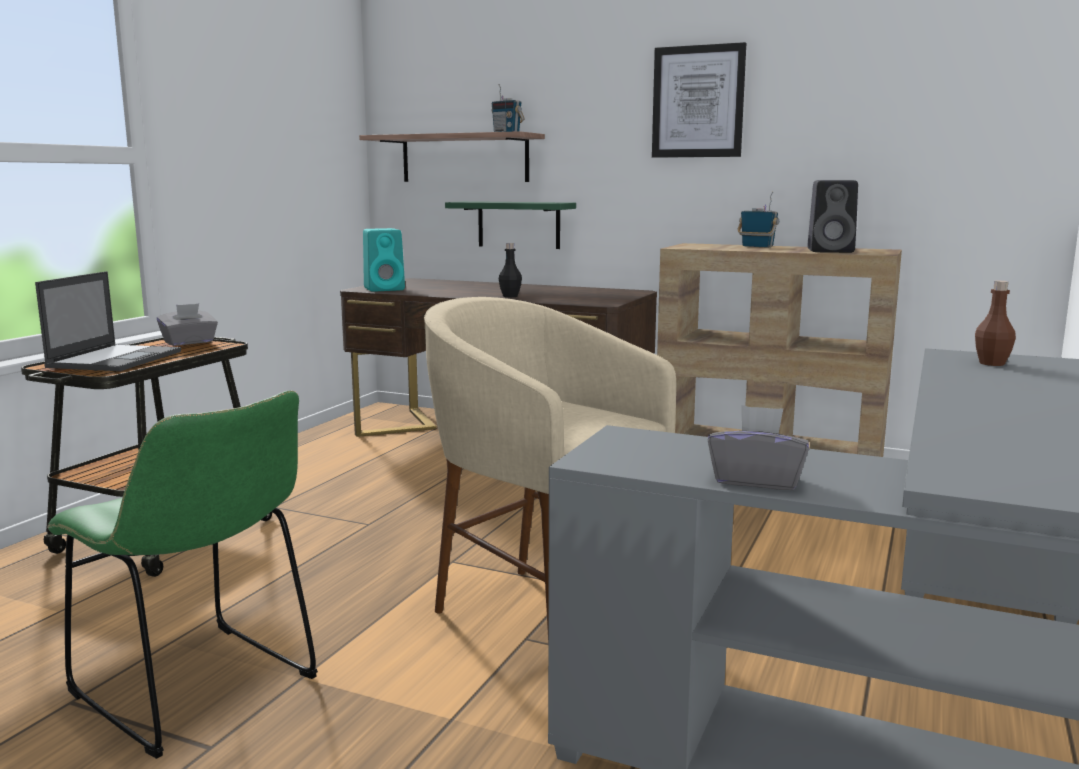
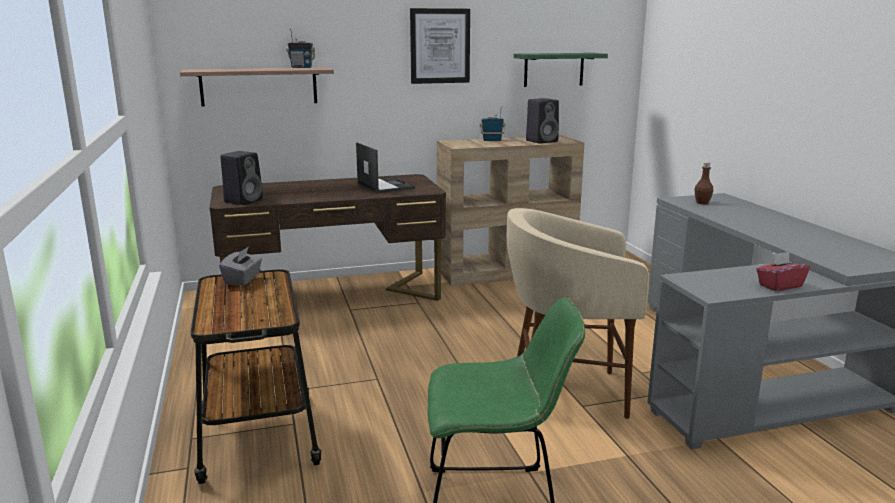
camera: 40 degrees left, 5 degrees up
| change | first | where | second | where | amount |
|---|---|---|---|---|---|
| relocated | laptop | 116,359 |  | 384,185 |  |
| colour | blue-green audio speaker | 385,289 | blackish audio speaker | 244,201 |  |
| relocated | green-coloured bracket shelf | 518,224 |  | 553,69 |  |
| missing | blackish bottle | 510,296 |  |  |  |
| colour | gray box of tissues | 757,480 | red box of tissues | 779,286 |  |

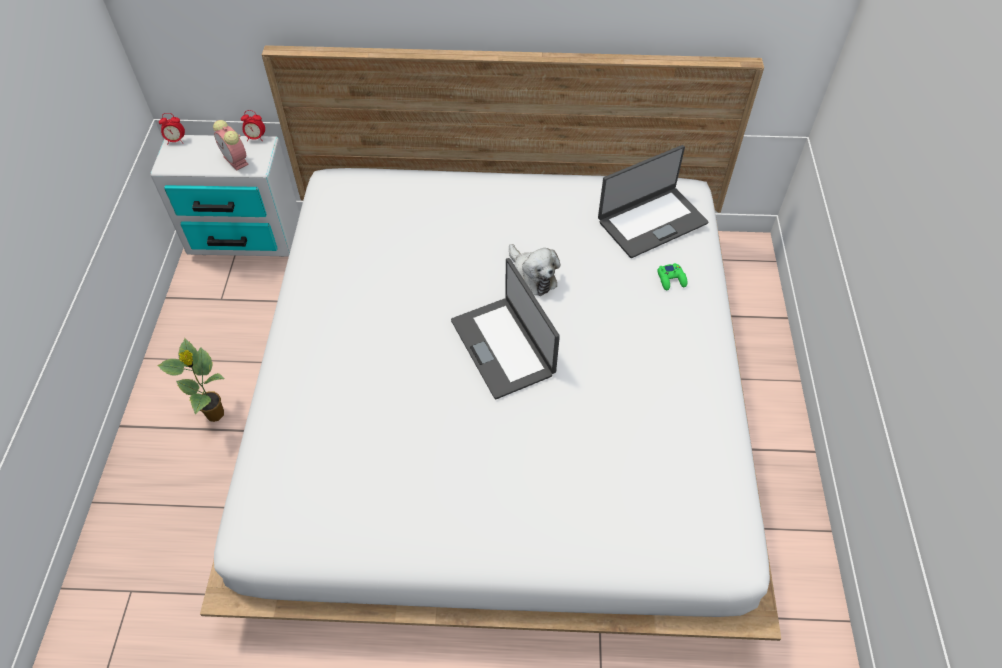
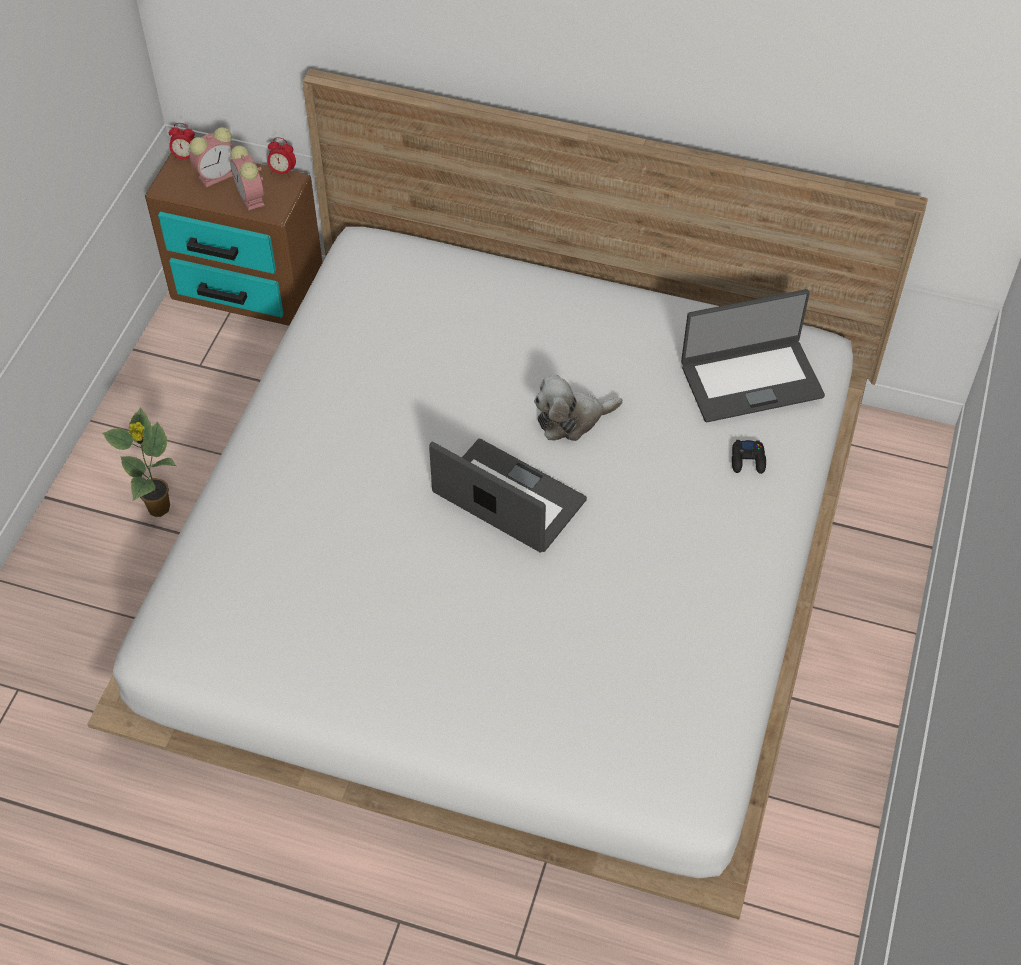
camera: 15 degrees right, 0 degrees up
| change | first | where | second | where | amount |
|---|---|---|---|---|---|
| colour | white bedside table | 246,243 | brown bedside table | 248,298 |  |
| spun | laptop | 503,347 |  | 508,499 | 135 degrees clockwise |
| spun | plush toy | 532,276 |  | 572,419 | 90 degrees clockwise |
| colour | green-coloured gamepad | 671,279 | blackish gamepad | 748,460 |  |
| appeared |  |  | bedside clock | 218,175 |  |

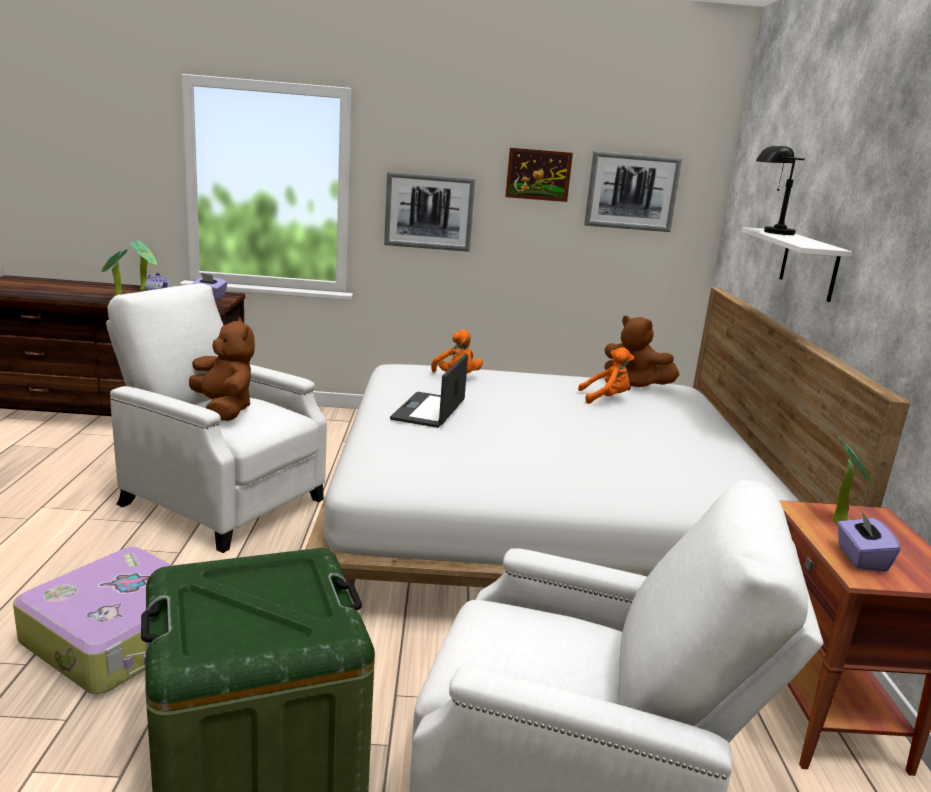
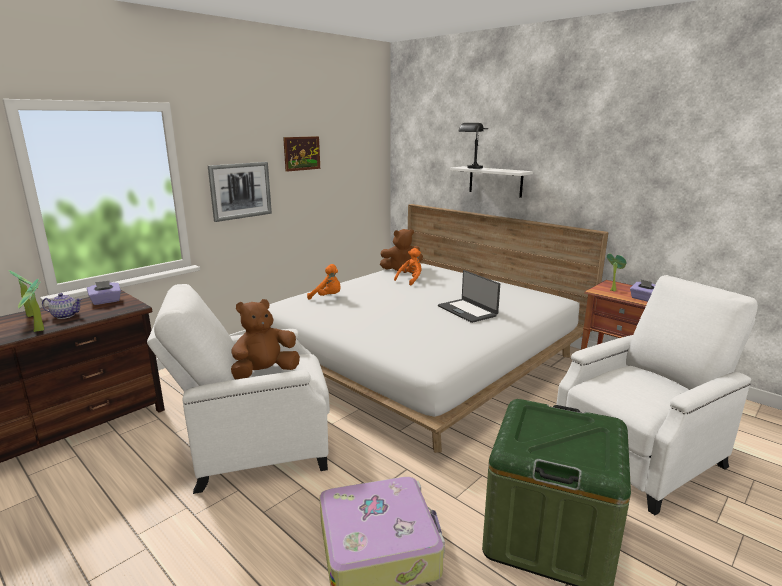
camera: 45 degrees left, 0 degrees up
| change | first | where | second | where | amount |
|---|---|---|---|---|---|
| spun | brown plush toy | 223,410 |  | 264,373 | 45 degrees counterclockwise |
| relocated | laptop | 430,411 |  | 467,311 |  |
| missing | wall picture | 632,191 |  |  |  |

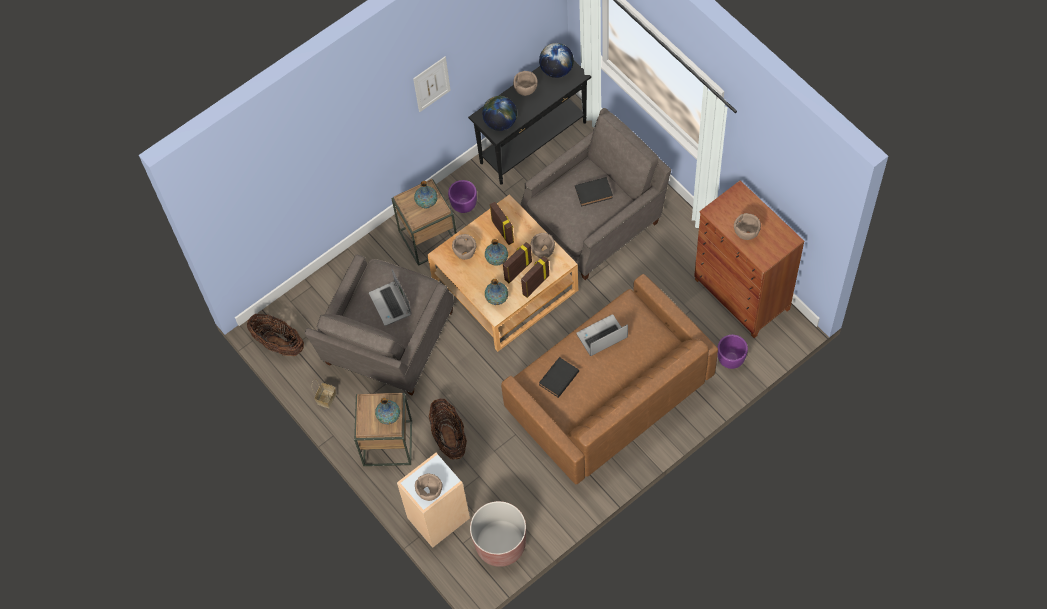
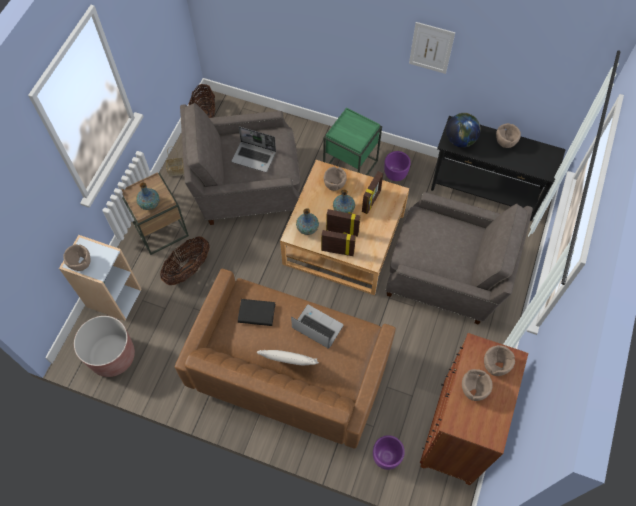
camera: 55 degrees right, 0 degrees up
| change | first | where | second | where | amount |
|---|---|---|---|---|---|
| spun | laptop | 391,304 |  | 254,157 | 105 degrees counterclockwise |
| colour | brown side table | 428,238 | green-coloured side table | 350,166 |  |
| missing | decorative vase | 426,202 |  |  |  |
| relocated | brown bowl | 543,251 |  | 496,365 |  |
| missing | world globe | 556,70 |  |  |  |
| missing | blackish volume | 594,192 |  |  |  |
| appeared |  |  | white throw pillow | 289,363 |  |

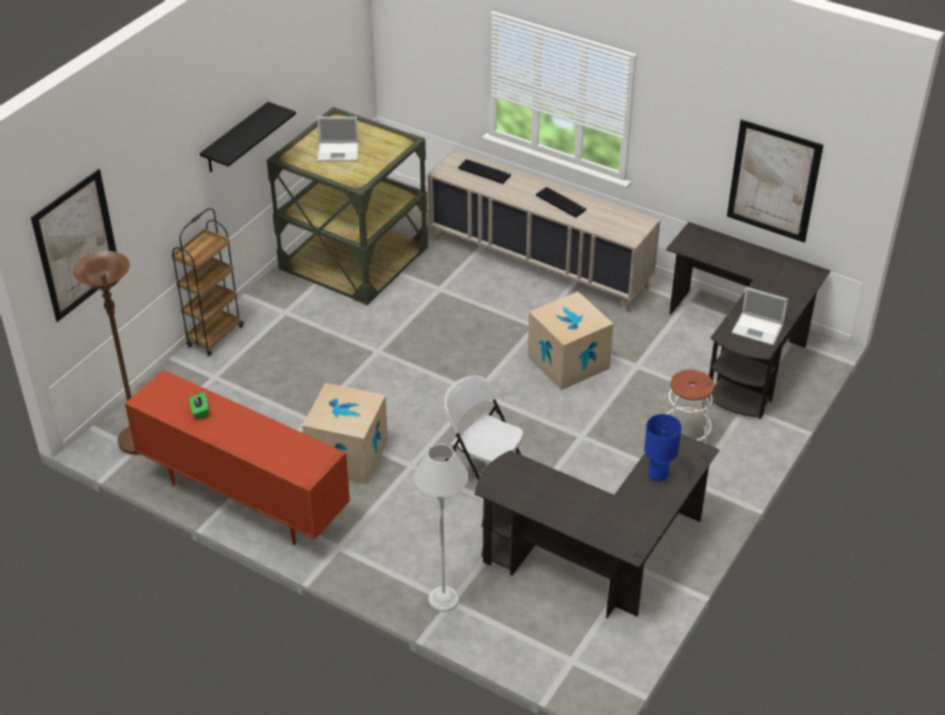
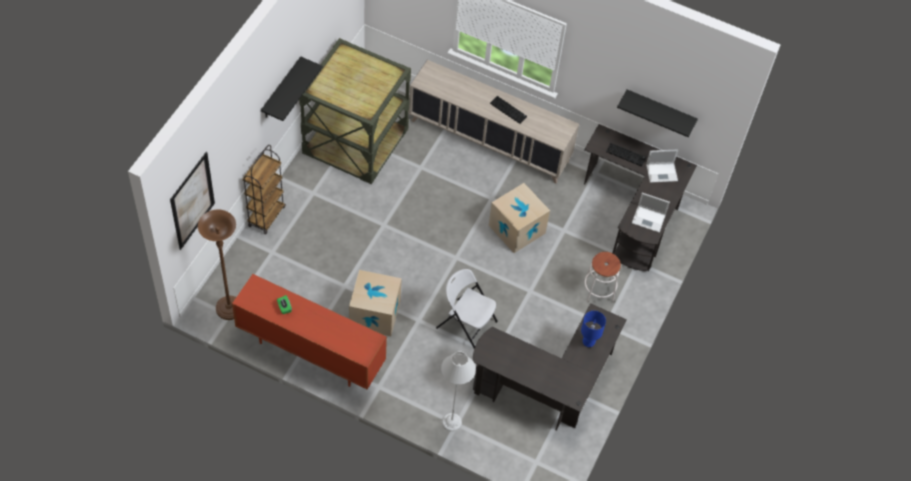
camera: 10 degrees left, 15 degrees up
| change | first | where | second | where | amount |
|---|---|---|---|---|---|
| relocated | laptop | 339,152 |  | 662,172 |  |
| relocated | keyboard | 485,172 |  | 626,154 |  |
| exchanged | wall picture | 773,181 | blackish bracket shelf | 660,110 |  |

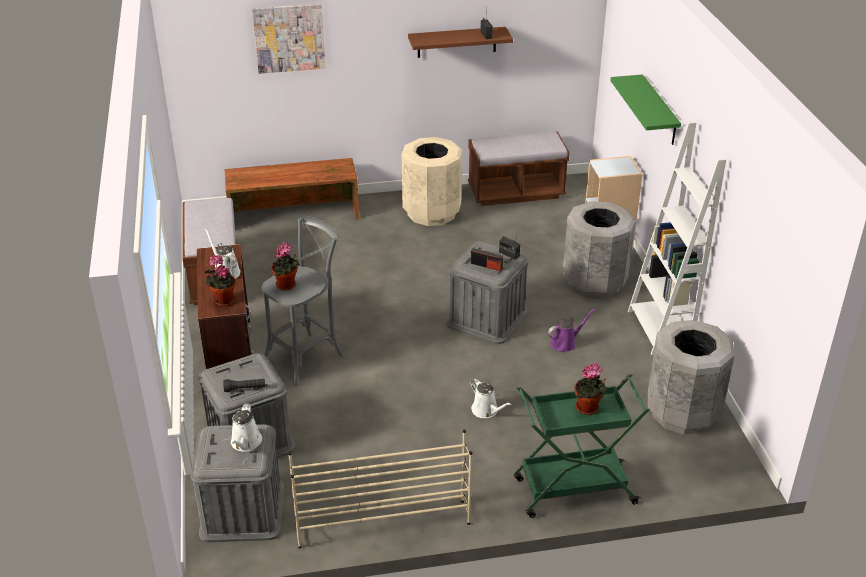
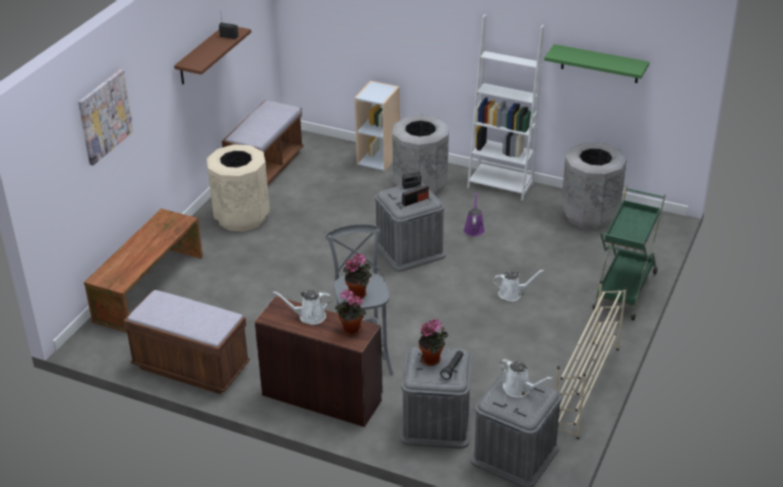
camera: 55 degrees left, 0 degrees up
| change | first | where | second | where | amount |
|---|---|---|---|---|---|
| relocated | houseplant | 588,409 |  | 432,359 |  |
| relocated | green-coloured bracket shelf | 659,111 |  | 600,64 |  |

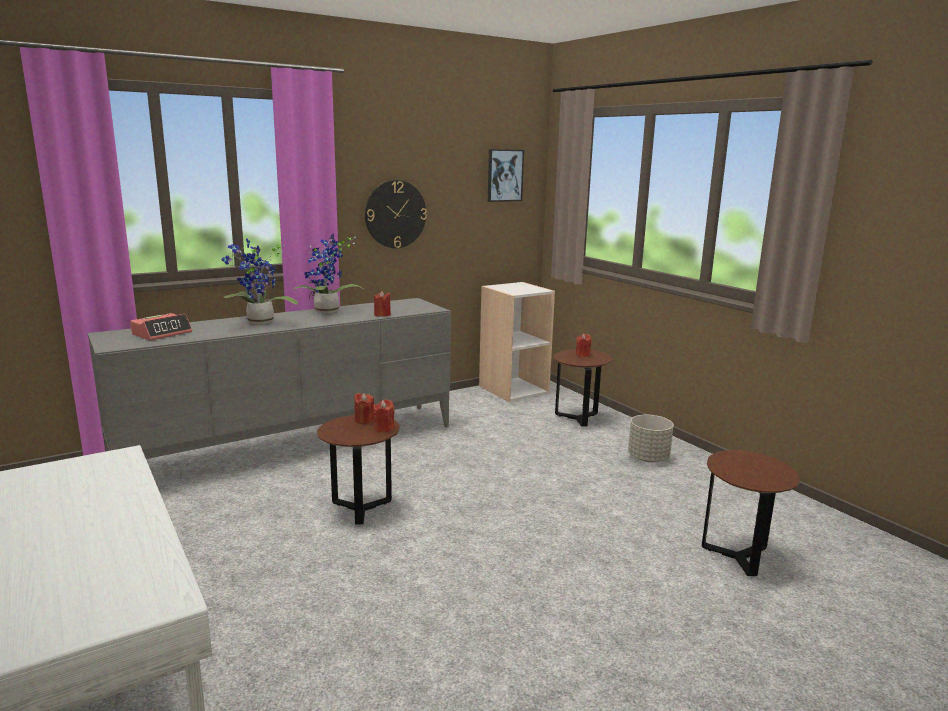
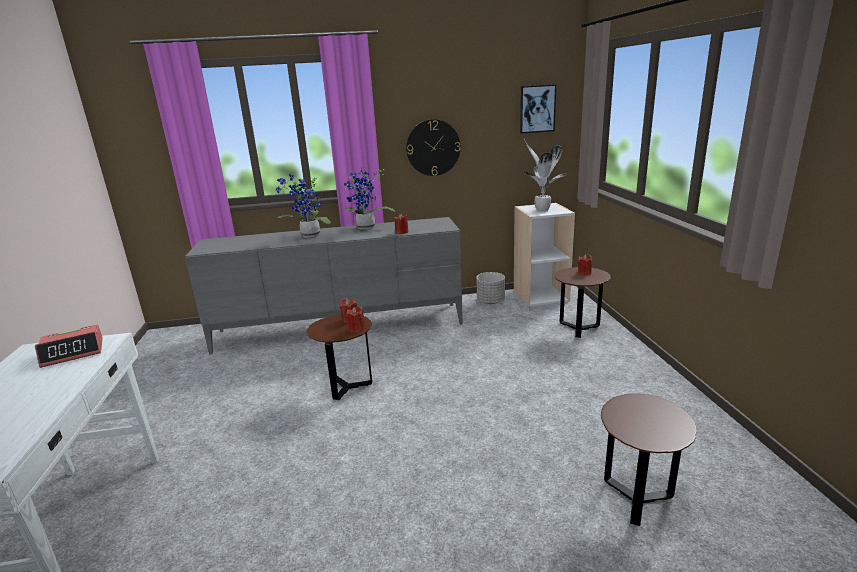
camera: 25 degrees right, 5 degrees up
| change | first | where | second | where | amount |
|---|---|---|---|---|---|
| relocated | bedside clock | 162,333 |  | 73,352 |  |
| relocated | gray plant pot | 648,458 |  | 491,301 |  |
| appeared |  |  | houseplant | 541,210 |  |

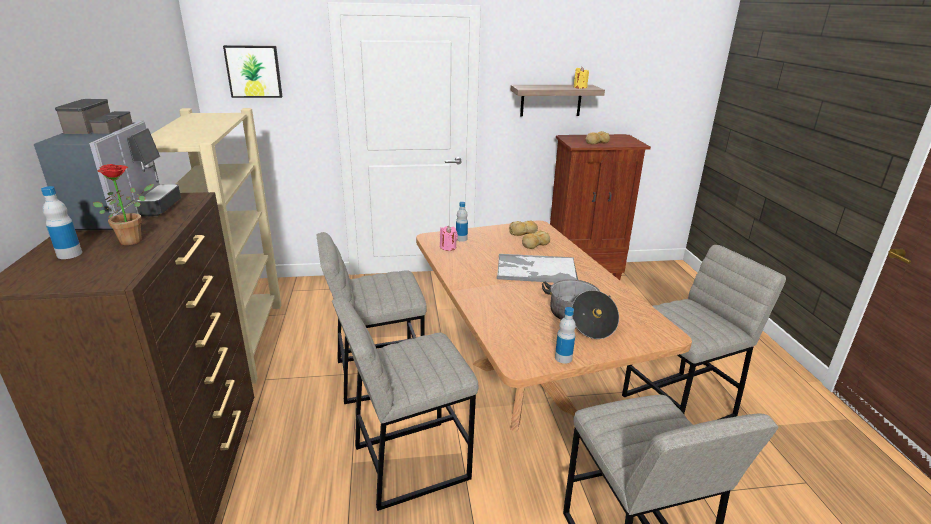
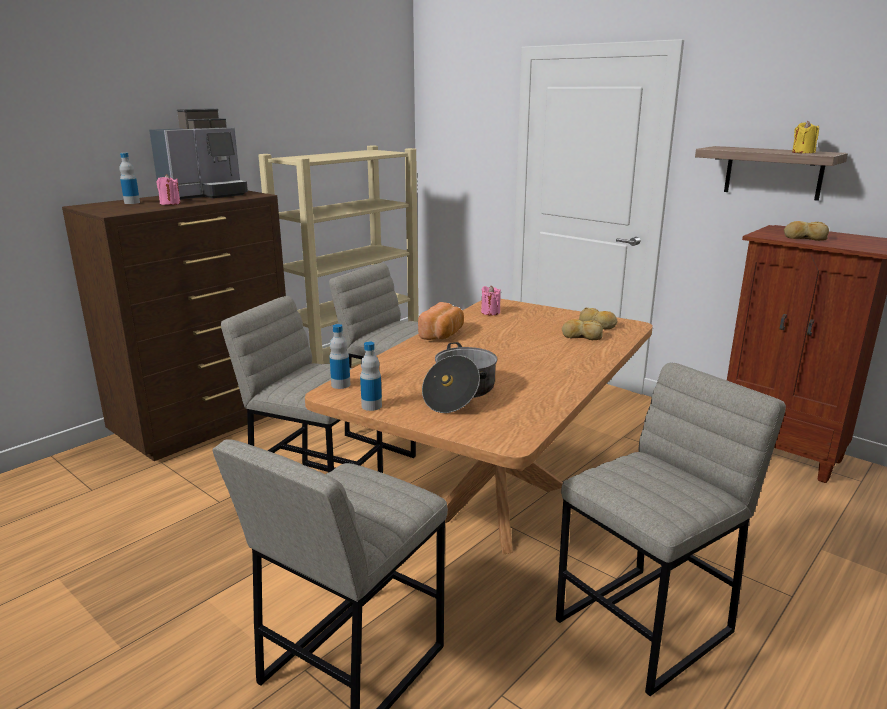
camera: 50 degrees right, 5 degrees down
| change | first | where | second | where | amount |
|---|---|---|---|---|---|
| exchanged | houseplant | 135,239 | pink-coloured wax candle | 170,203 |  |
| missing | wall picture | 254,71 |  |  |  |
| relocated | bottle | 461,239 |  | 340,385 |  |
| missing | serving tray | 535,270 |  |  |  |
| spun | gray chair | 680,405 |  | 646,624 | 60 degrees counterclockwise |
| appeared |  |  | bread | 443,334 |  |

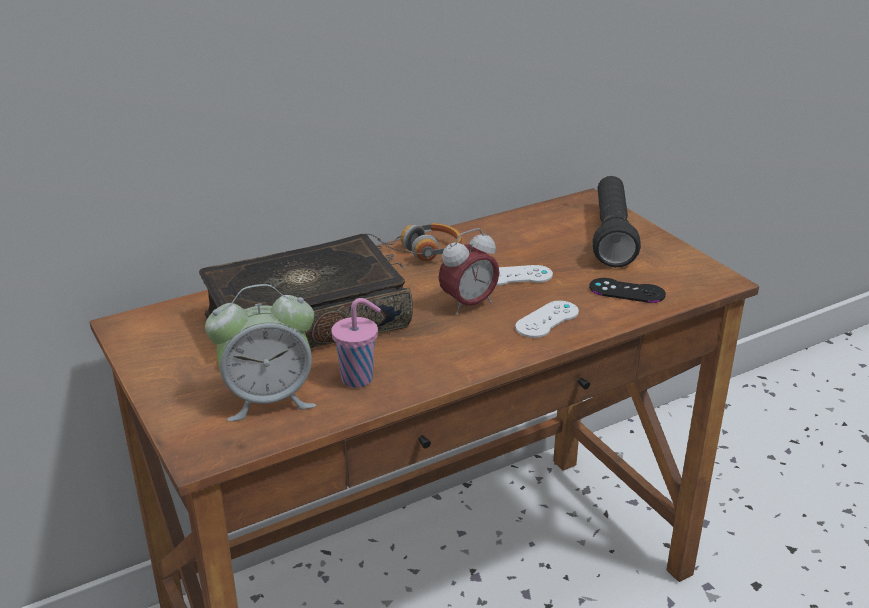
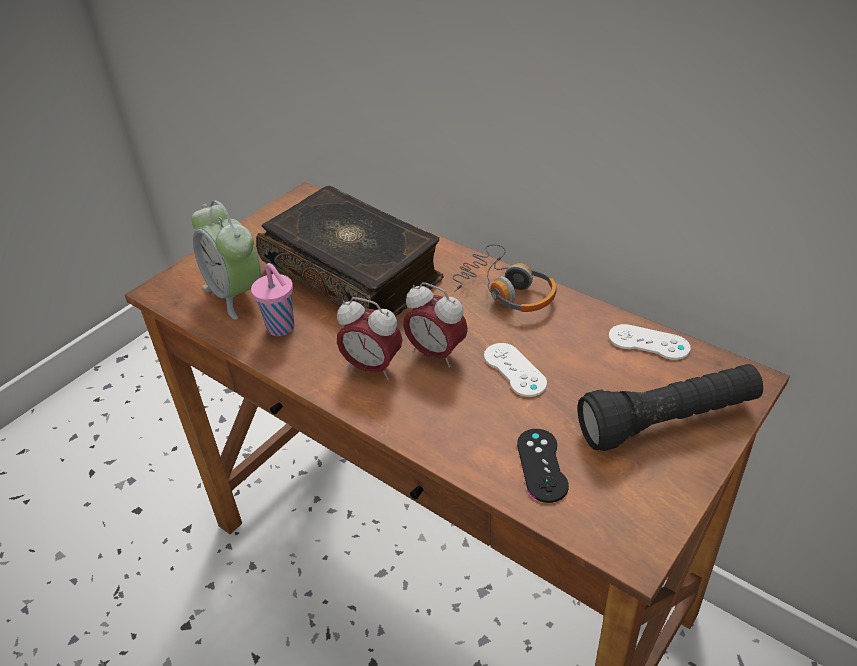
camera: 70 degrees right, 10 degrees up
| change | first | where | second | where | amount |
|---|---|---|---|---|---|
| relocated | white gamepad | 547,320 |  | 648,342 |  |
| appeared |  |  | bedside clock | 372,367 |  |

